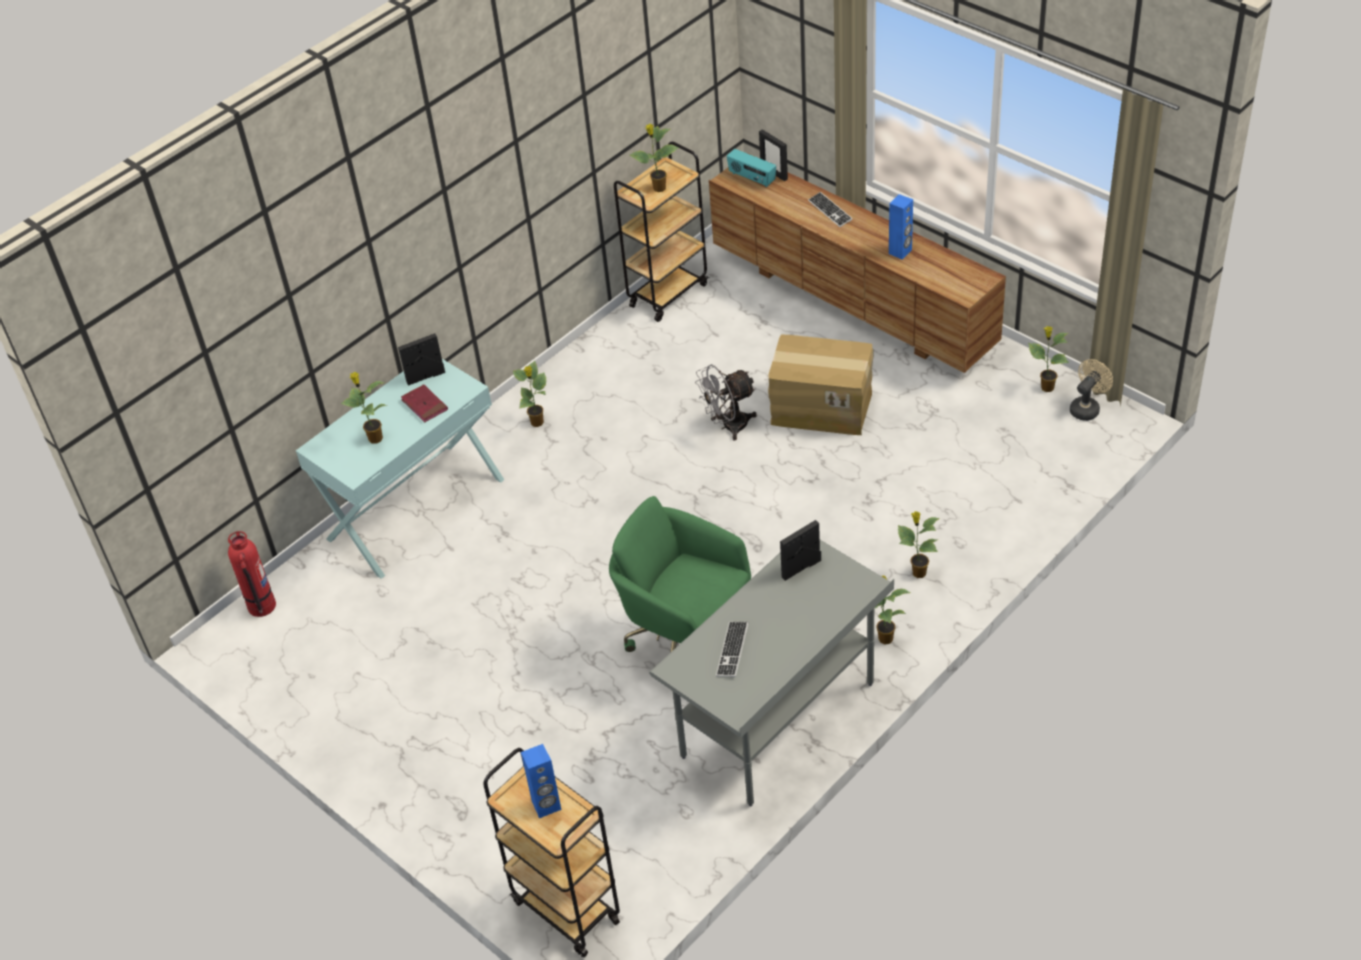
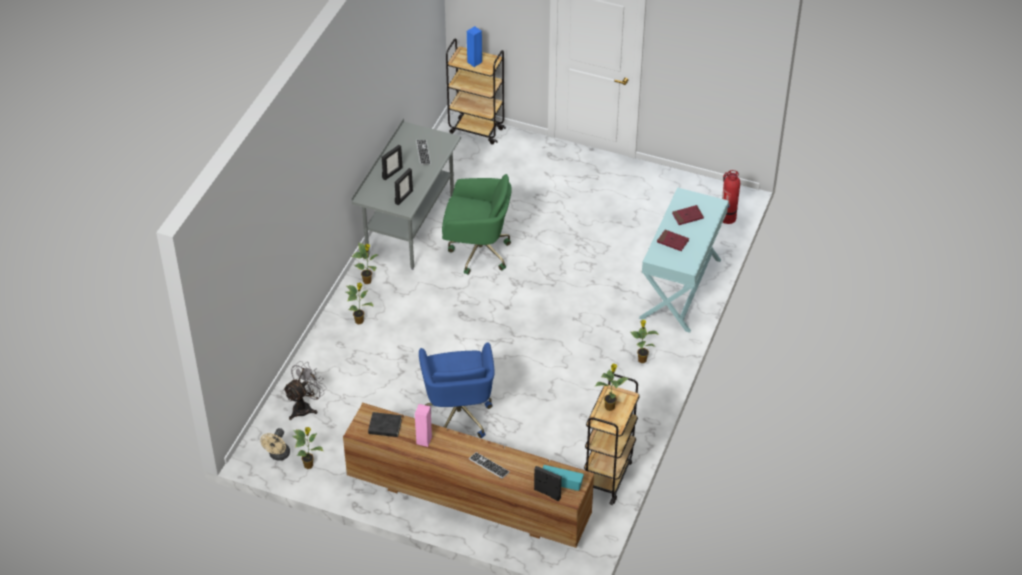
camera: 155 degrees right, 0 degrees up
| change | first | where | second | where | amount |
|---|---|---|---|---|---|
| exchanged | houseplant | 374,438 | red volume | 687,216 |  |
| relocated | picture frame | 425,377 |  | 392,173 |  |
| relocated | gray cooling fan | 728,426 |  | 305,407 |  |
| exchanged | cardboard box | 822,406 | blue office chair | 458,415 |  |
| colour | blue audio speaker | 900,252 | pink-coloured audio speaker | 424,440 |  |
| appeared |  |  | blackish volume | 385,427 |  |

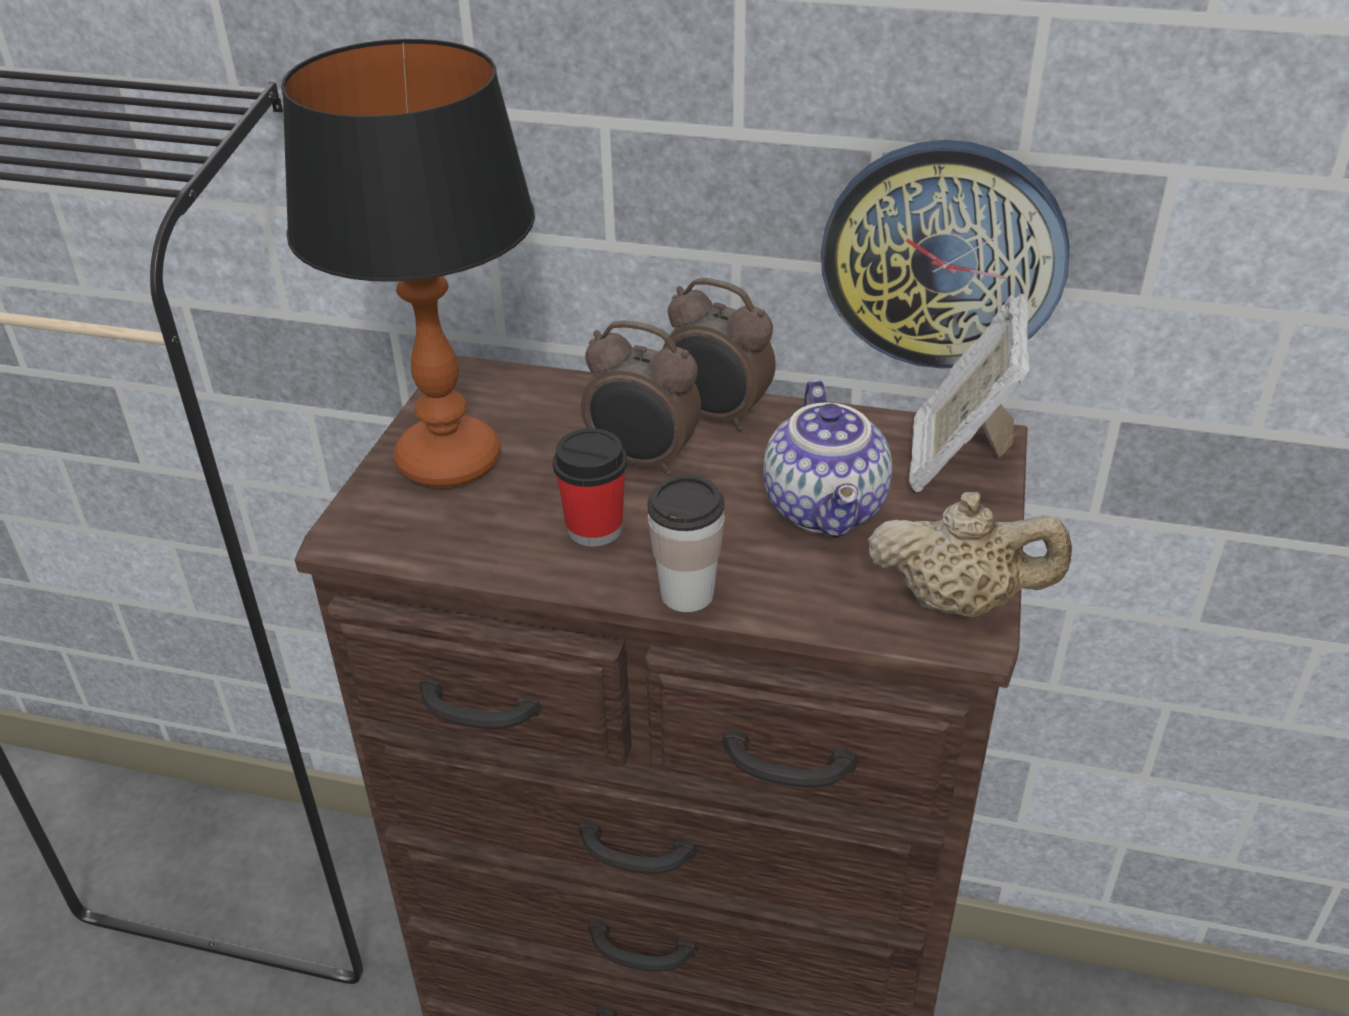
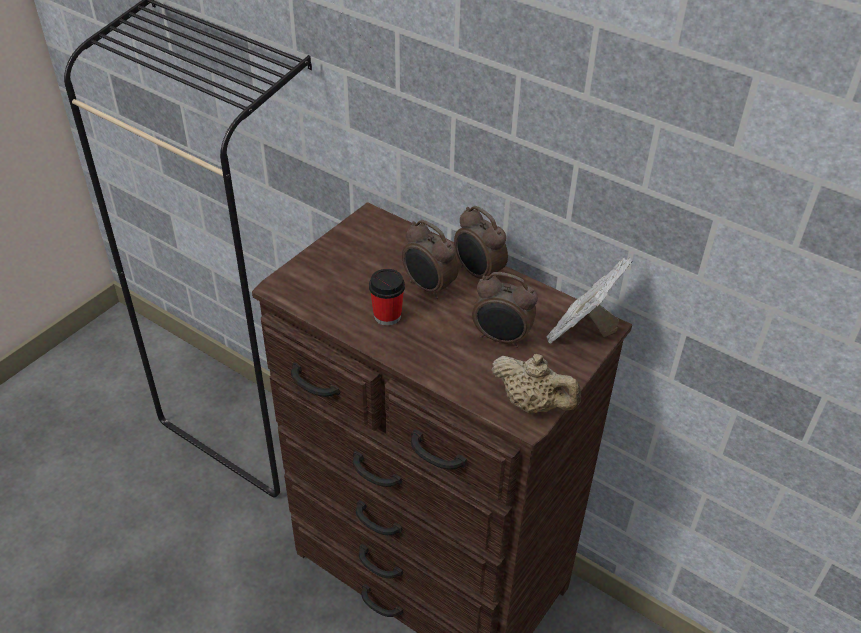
camera: 20 degrees right, 5 degrees up
| change | first | where | second | where | amount |
|---|---|---|---|---|---|
| missing | lamp for a table | 450,461 |  |  |  |
| missing | cup | 687,594 |  |  |  |
| exchanged | tea pot | 828,509 | bedside clock | 501,339 |  |
| missing | hanging clock | 943,255 |  |  |  |

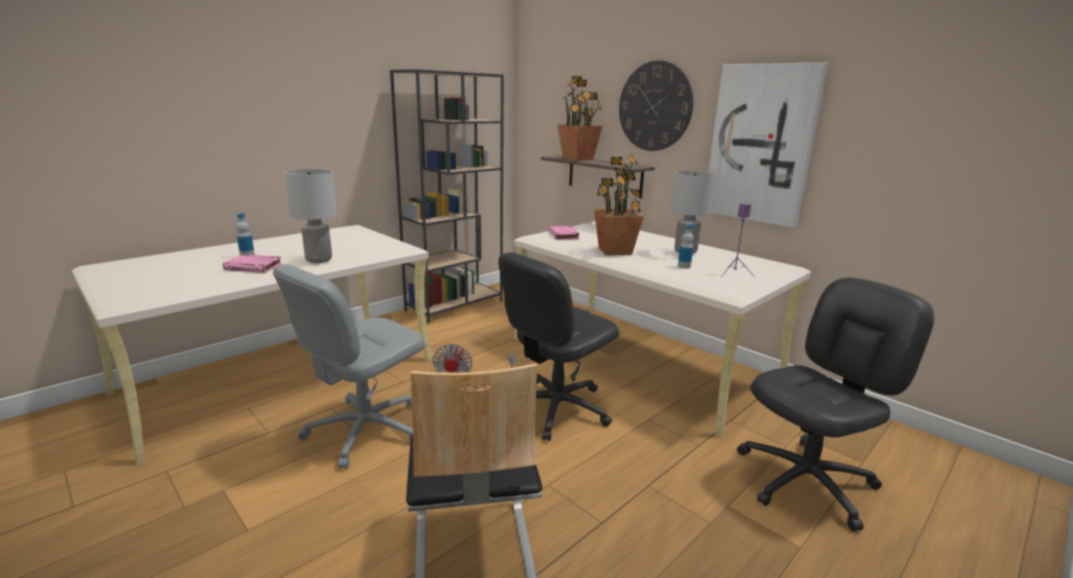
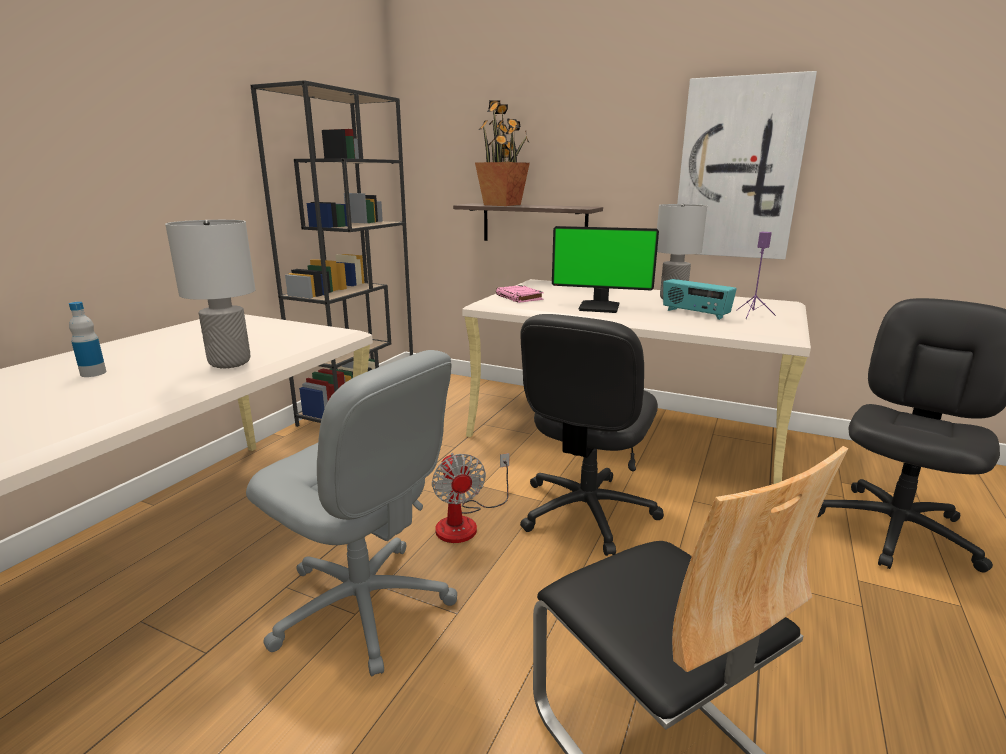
camera: 20 degrees left, 0 degrees up
| change | first | where | second | where | amount |
|---|---|---|---|---|---|
| missing | pink-coloured volume | 254,267 |  |  |  |
| spun | gray office chair | 365,430 |  | 362,605 | 75 degrees counterclockwise |
| exchanged | houseplant | 614,251 | monitor | 600,307 |  |
| missing | hanging clock | 654,106 |  |  |  |
| exchanged | bottle | 684,266 | radio set | 695,314 |  |

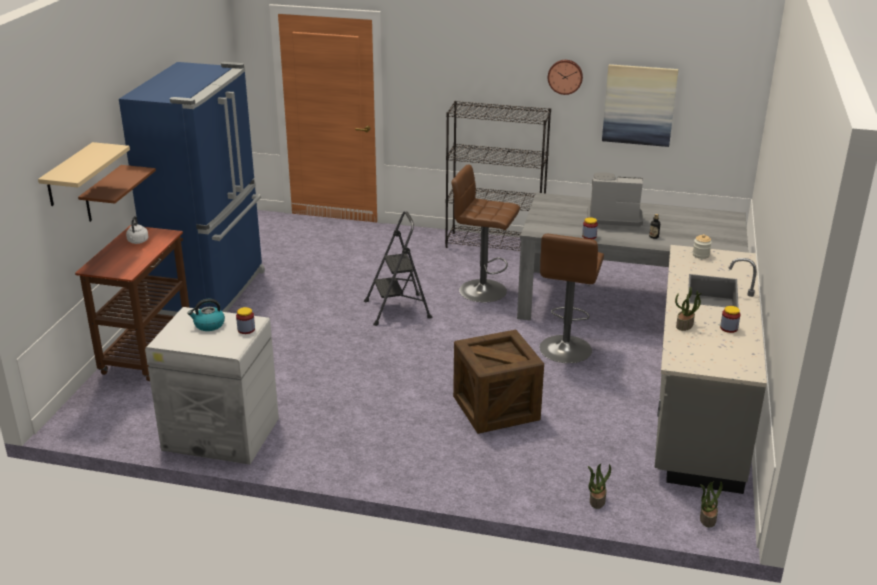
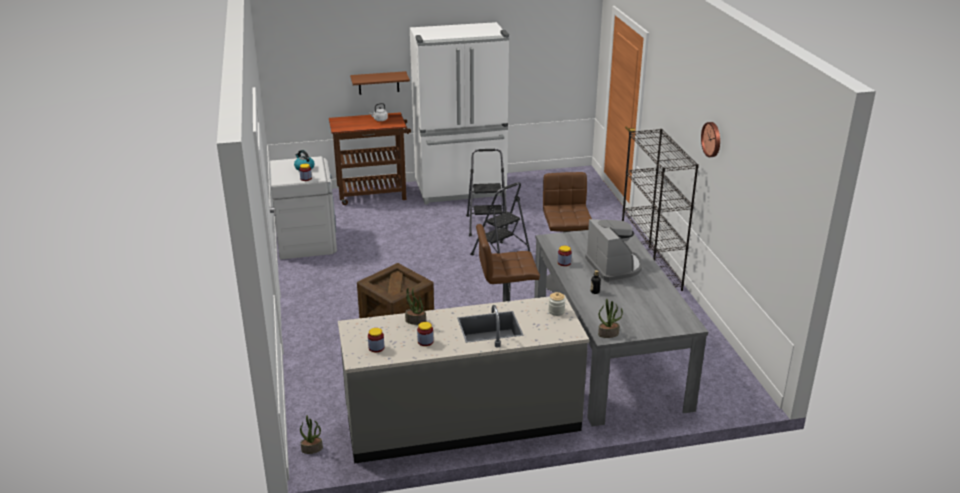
camera: 65 degrees right, 0 degrees up
| change | first | where | second | where | amount |
|---|---|---|---|---|---|
| missing | sand-coloured bracket shelf | 69,175 |  |  |  |
| colour | blue refrigerator | 213,292 | white refrigerator | 461,190 |  |
| relocated | houseplant | 597,500 |  | 608,334 |  |
| missing | wall picture | 639,105 |  |  |  |
| appeared |  |  | jar | 376,348 |  |
| appeared |  |  | blackish step ladder | 487,224 |  |

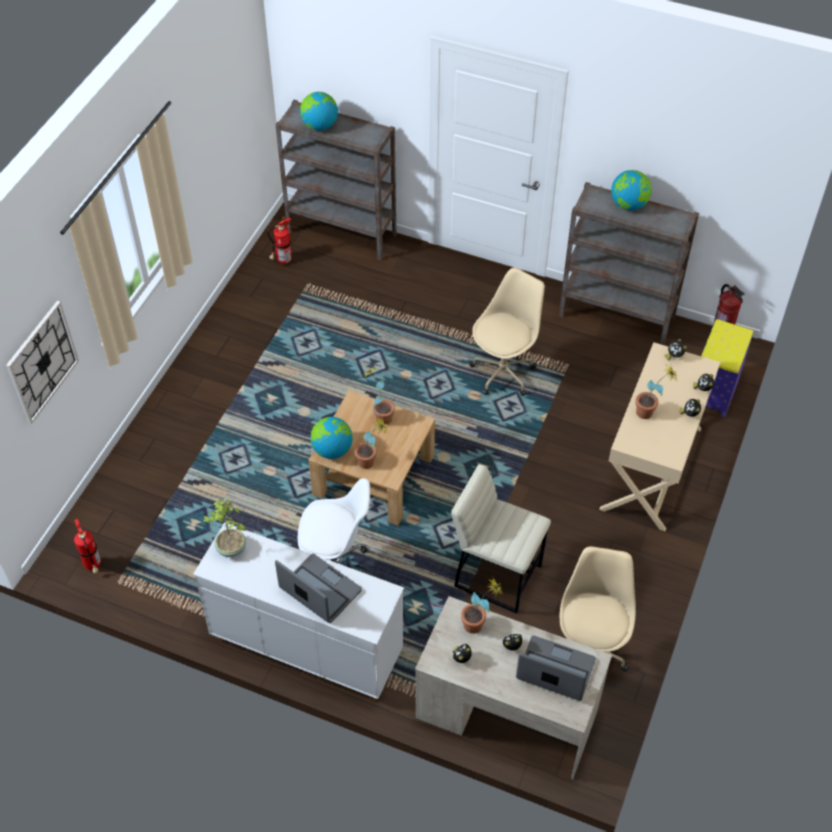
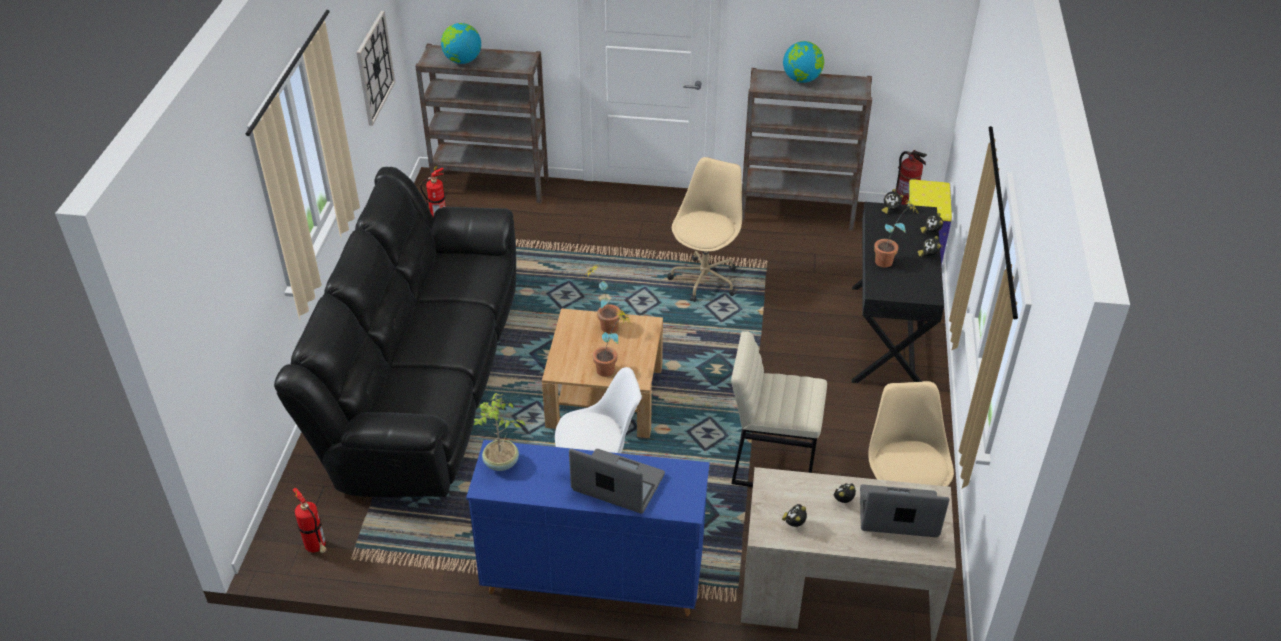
camera: 15 degrees left, 10 degrees down
| change | first | where | second | where | amount |
|---|---|---|---|---|---|
| relocated | hanging clock | 42,362 |  | 375,67 |  |
| colour | white cupboard | 307,648 | blue cupboard | 593,578 |  |
| missing | world globe | 332,450 |  |  |  |
| missing | houseplant | 479,625 |  |  |  |
| colour | sand-coloured console table | 652,468 | blackish console table | 888,335 |  |
| appeared |  |  | blackish sofa | 422,376 |  |

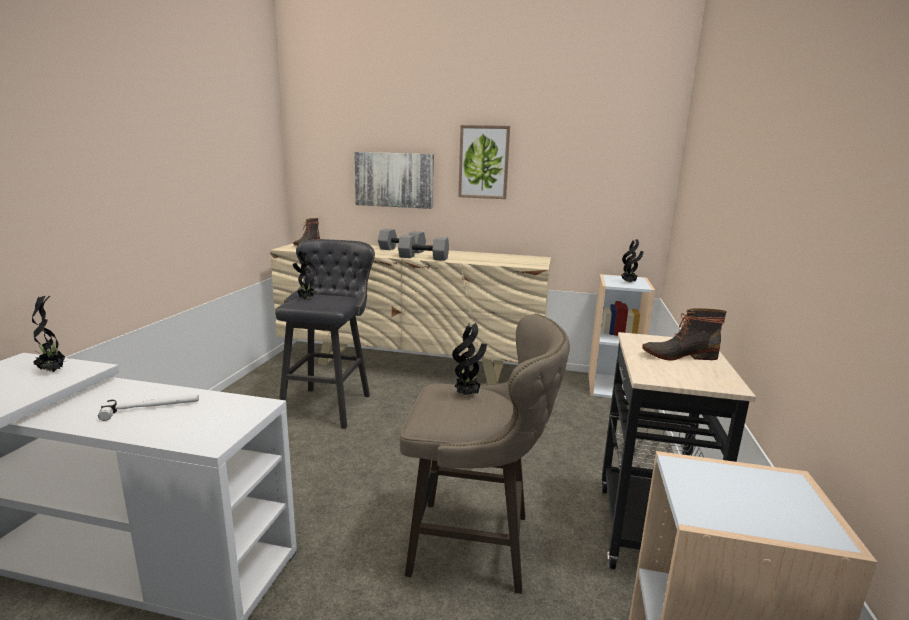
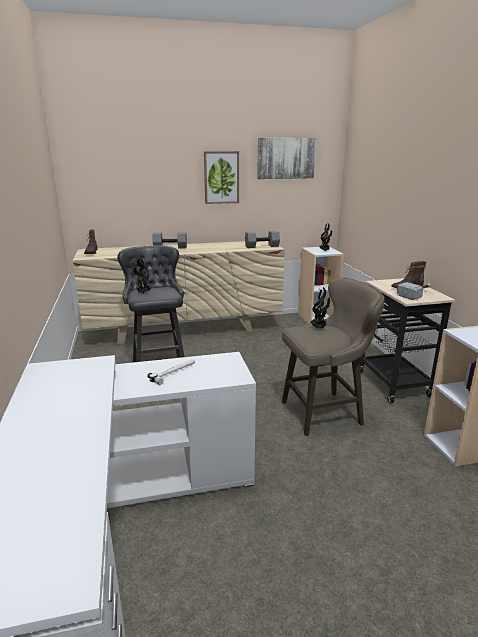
camera: 25 degrees left, 5 degrees up
| change | first | where | second | where | amount |
|---|---|---|---|---|---|
| missing | houseplant | 53,371 |  |  |  |
| relocated | wall picture | 394,180 |  | 286,158 |  |
| relocated | gray free weight | 423,258 |  | 261,246 |  |
| appeared |  |  | hammer | 416,294 |  |

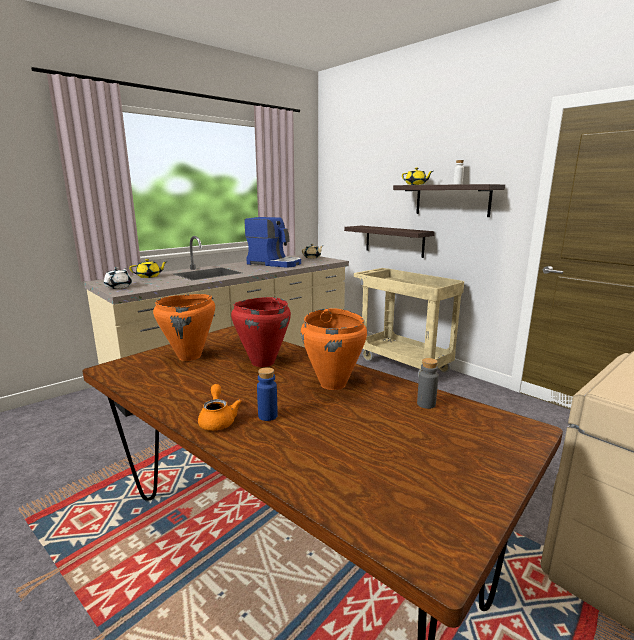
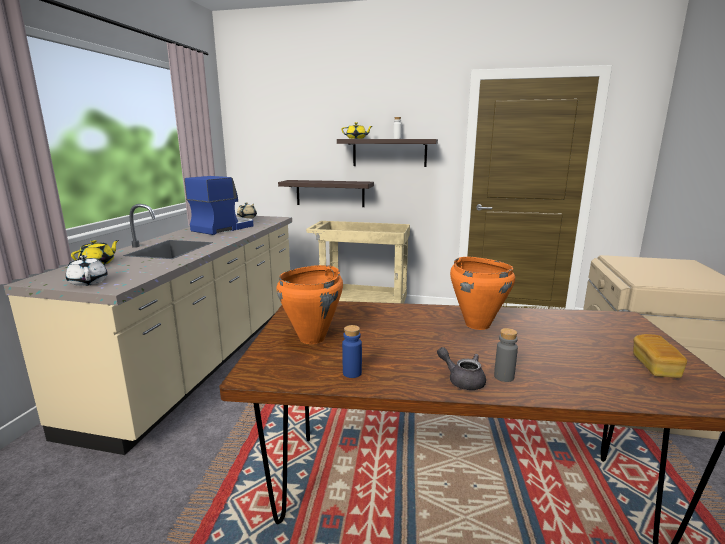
camera: 35 degrees left, 0 degrees up
| change | first | where | second | where | amount |
|---|---|---|---|---|---|
| colour | orange tea pot | 218,420 | gray tea pot | 462,380 |  |
| missing | red stockpot | 262,362 |  |  |  |
| spun | coffee maker | 274,263 |  | 223,228 | 45 degrees counterclockwise |
| relocated | blue bottle | 267,416 |  | 352,373 |  |
| relocated | gray bottle | 426,404 |  | 504,377 |  |
| appeared |  |  | bread | 655,367 |  |

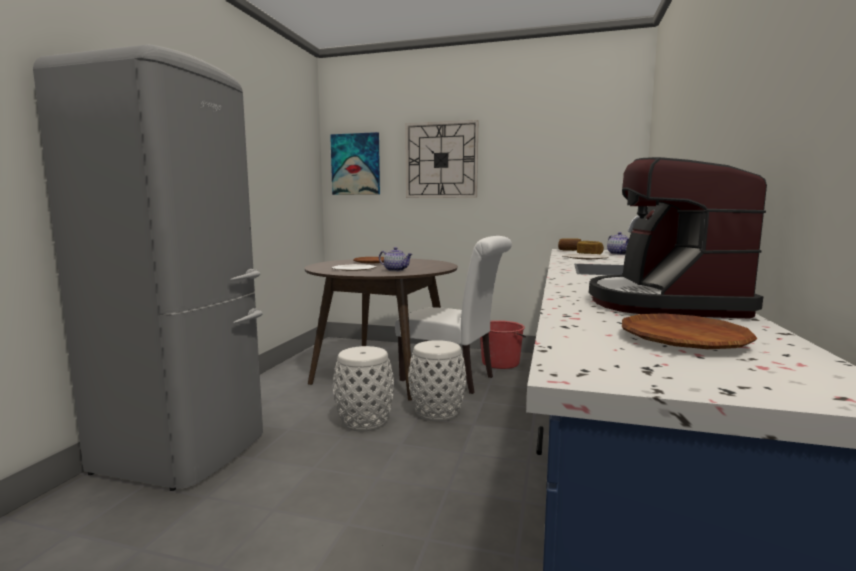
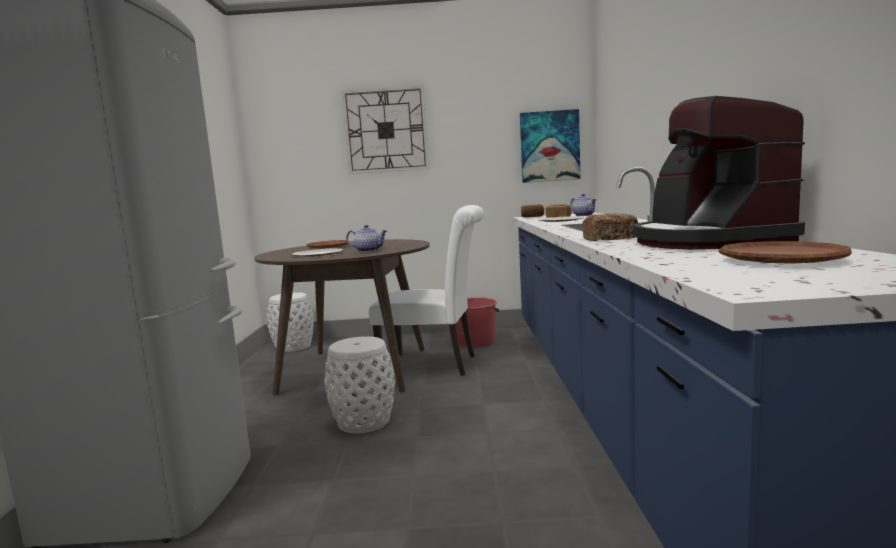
camera: 15 degrees left, 0 degrees up
| change | first | where | second | where | amount |
|---|---|---|---|---|---|
| relocated | wall picture | 356,164 |  | 549,146 |  |
| relocated | white sitting stool | 437,412 |  | 293,347 |  |
| appeared |  |  | bread | 610,239 |  |

